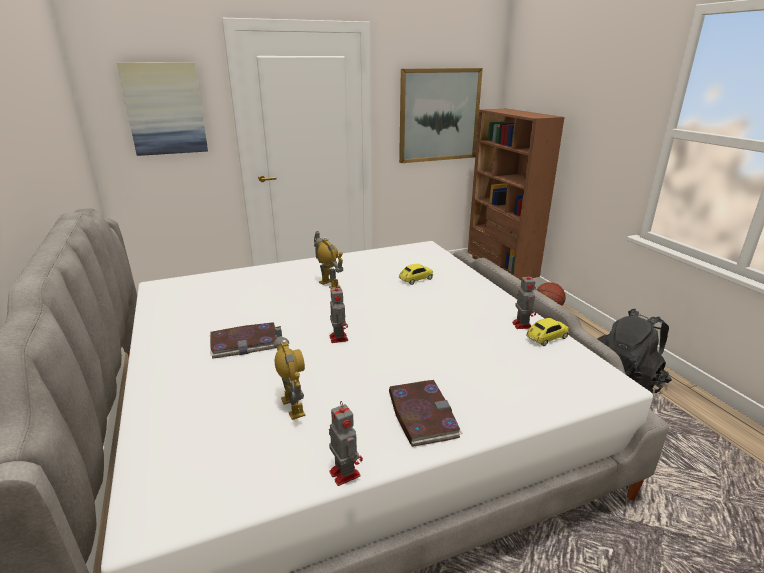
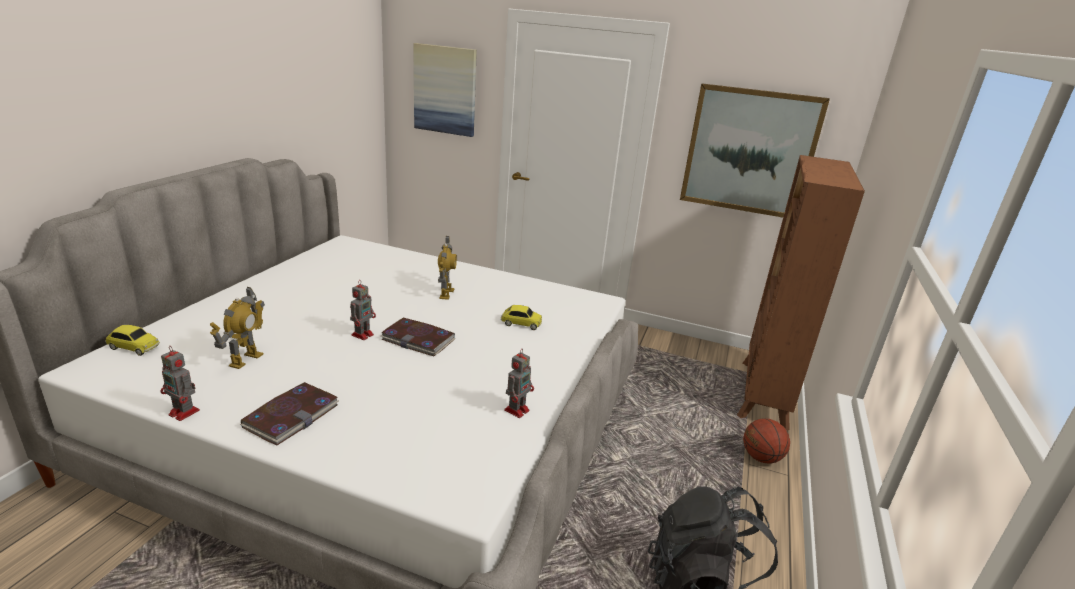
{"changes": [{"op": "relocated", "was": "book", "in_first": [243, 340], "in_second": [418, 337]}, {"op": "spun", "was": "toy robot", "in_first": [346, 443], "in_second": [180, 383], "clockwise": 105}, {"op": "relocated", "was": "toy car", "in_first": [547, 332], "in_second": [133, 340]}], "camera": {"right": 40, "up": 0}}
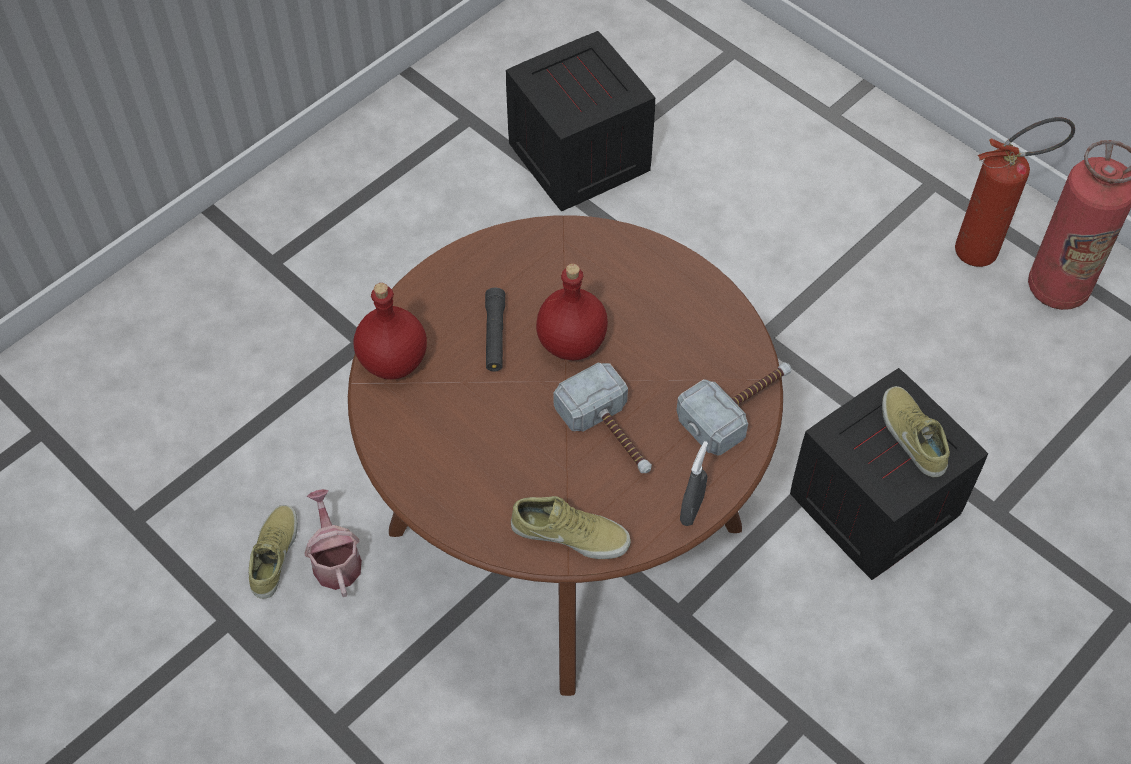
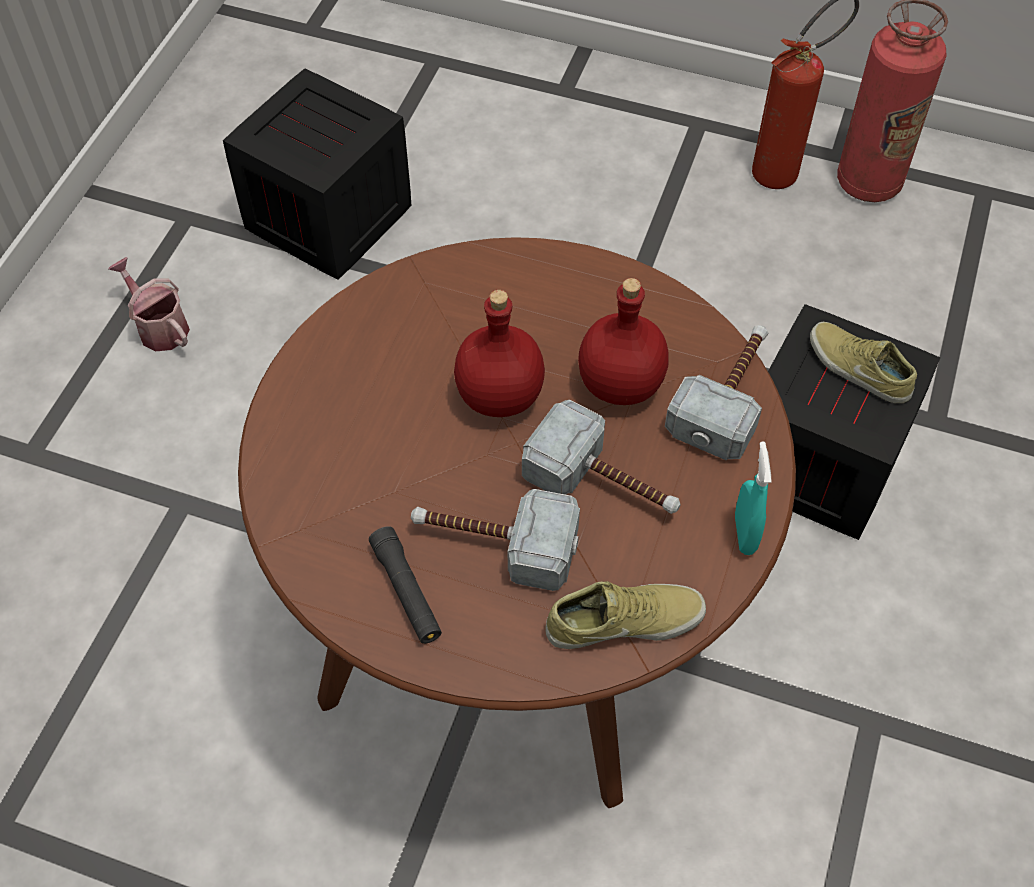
{"changes": [{"op": "missing", "was": "beige shoe", "in_first": [273, 552]}, {"op": "relocated", "was": "watering can", "in_first": [333, 543], "in_second": [149, 304]}, {"op": "relocated", "was": "red bottle", "in_first": [390, 331], "in_second": [623, 341]}, {"op": "relocated", "was": "black flashlight", "in_first": [495, 329], "in_second": [405, 585]}, {"op": "colour", "was": "grey spray bottle", "now": "turquoise spray bottle", "in_first": [694, 483], "in_second": [753, 498]}, {"op": "appeared", "now": "hammer", "in_second": [495, 540]}], "camera": {"right": -25, "up": 0}}
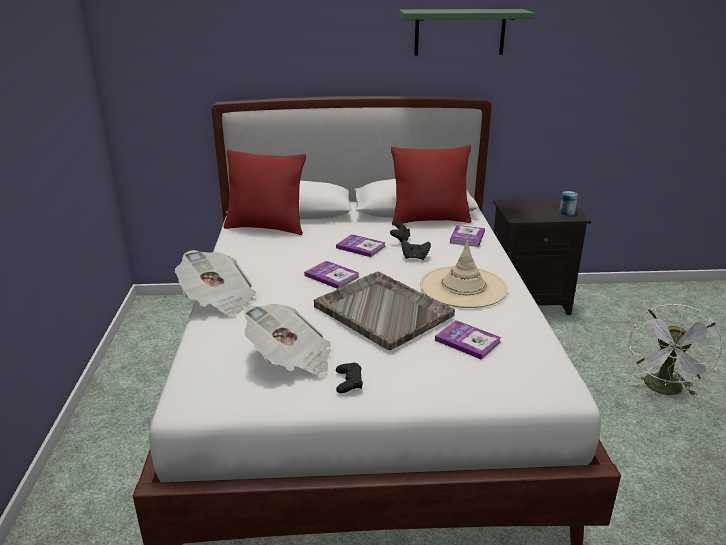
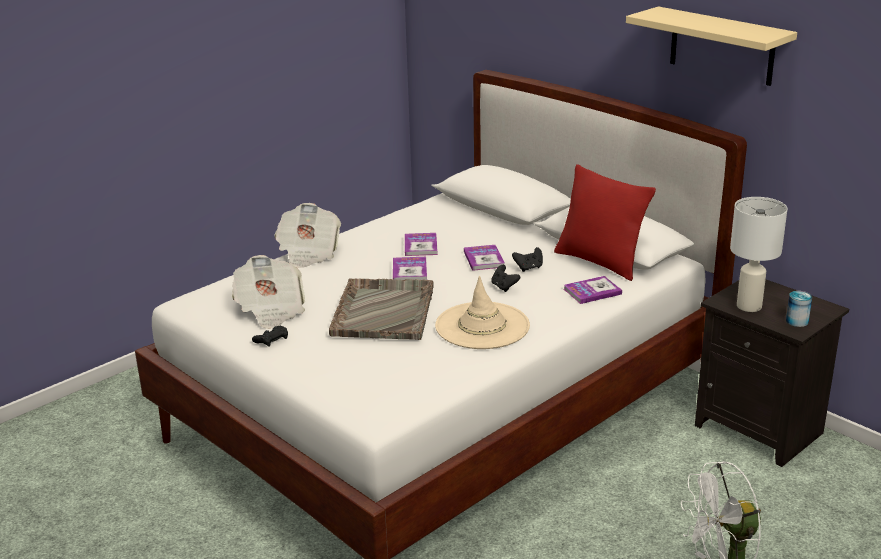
{"changes": [{"op": "missing", "was": "red pillow", "in_first": [265, 192]}, {"op": "colour", "was": "green shelf", "now": "beige shelf", "in_first": [467, 32], "in_second": [711, 46]}, {"op": "relocated", "was": "book", "in_first": [468, 340], "in_second": [421, 244]}, {"op": "appeared", "now": "white table lamp", "in_second": [759, 254]}], "camera": {"right": 50, "up": 0}}
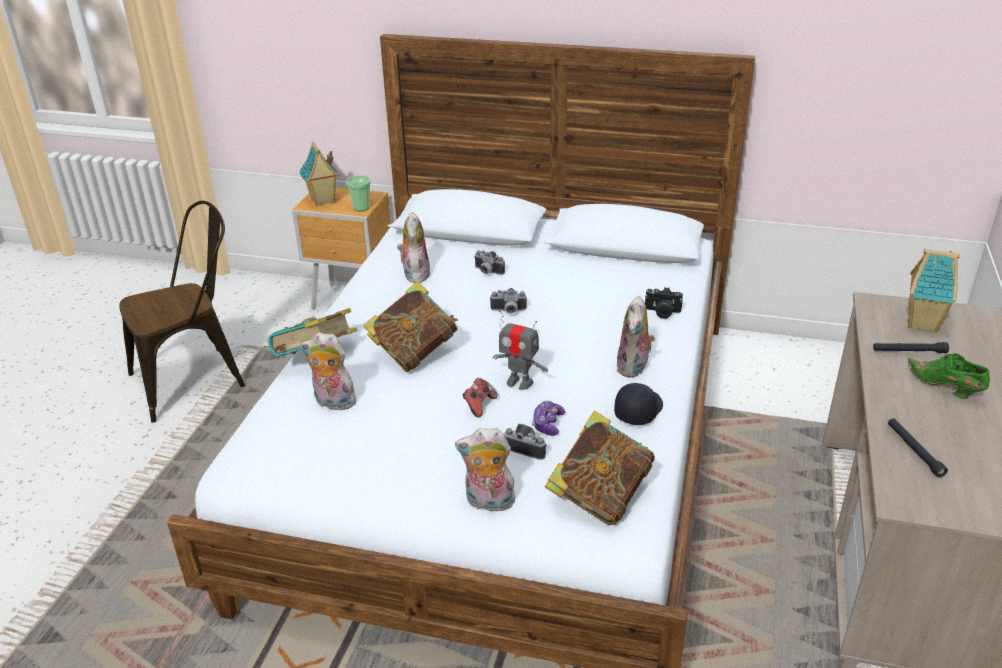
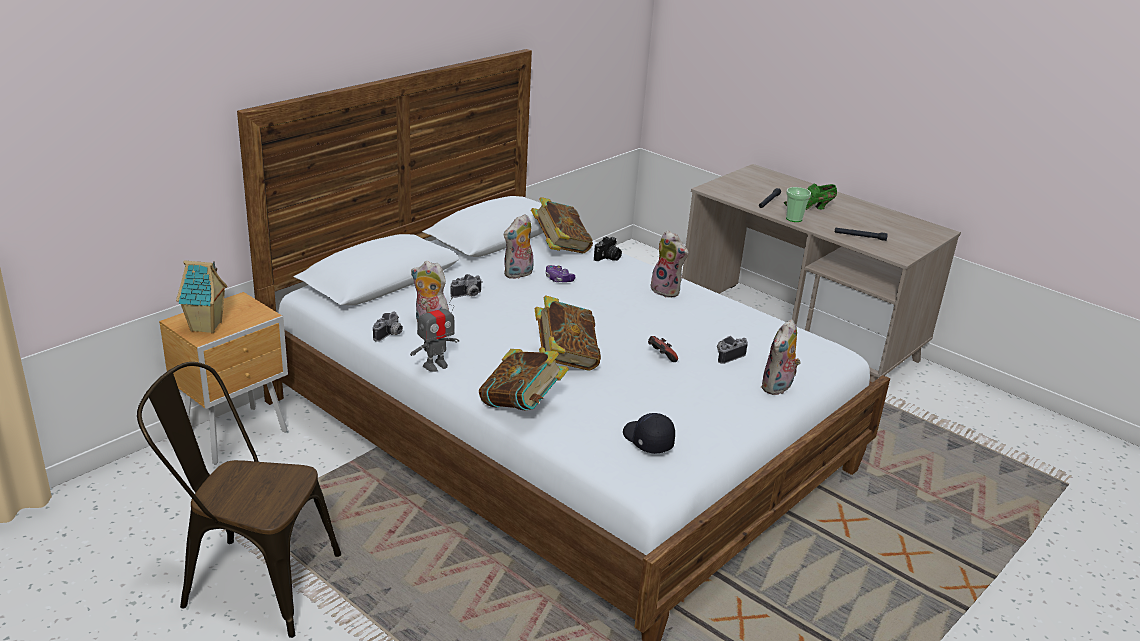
{"changes": [{"op": "spun", "was": "brown chair", "in_first": [182, 312], "in_second": [239, 500], "clockwise": -75}, {"op": "relocated", "was": "plush toy", "in_first": [328, 371], "in_second": [519, 246]}, {"op": "relocated", "was": "cup", "in_first": [358, 193], "in_second": [798, 204]}, {"op": "relocated", "was": "photo camera", "in_first": [508, 300], "in_second": [388, 327]}, {"op": "relocated", "was": "toy robot", "in_first": [520, 350], "in_second": [434, 334]}, {"op": "relocated", "was": "game controller", "in_first": [548, 418], "in_second": [561, 273]}, {"op": "relocated", "was": "book", "in_first": [600, 467], "in_second": [562, 225]}, {"op": "relocated", "was": "black cap", "in_first": [638, 404], "in_second": [649, 433]}, {"op": "missing", "was": "toy house", "in_first": [933, 290]}], "camera": {"right": -65, "up": -5}}
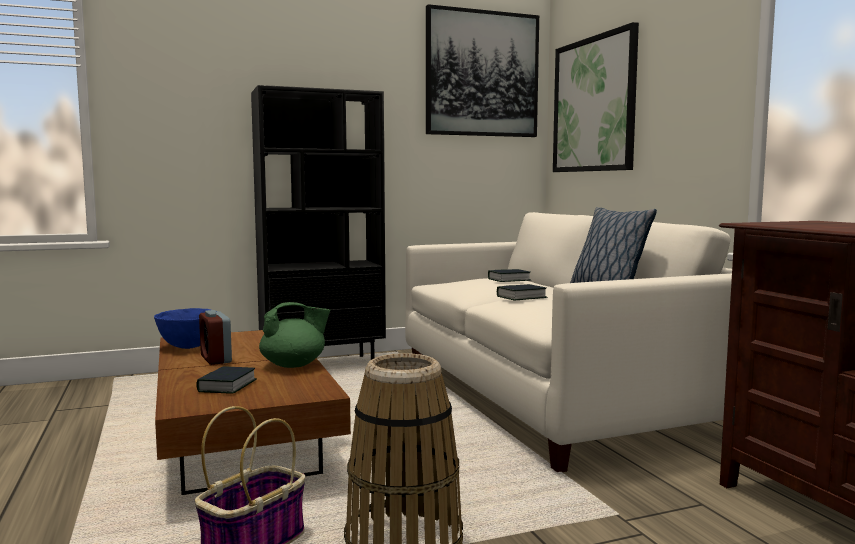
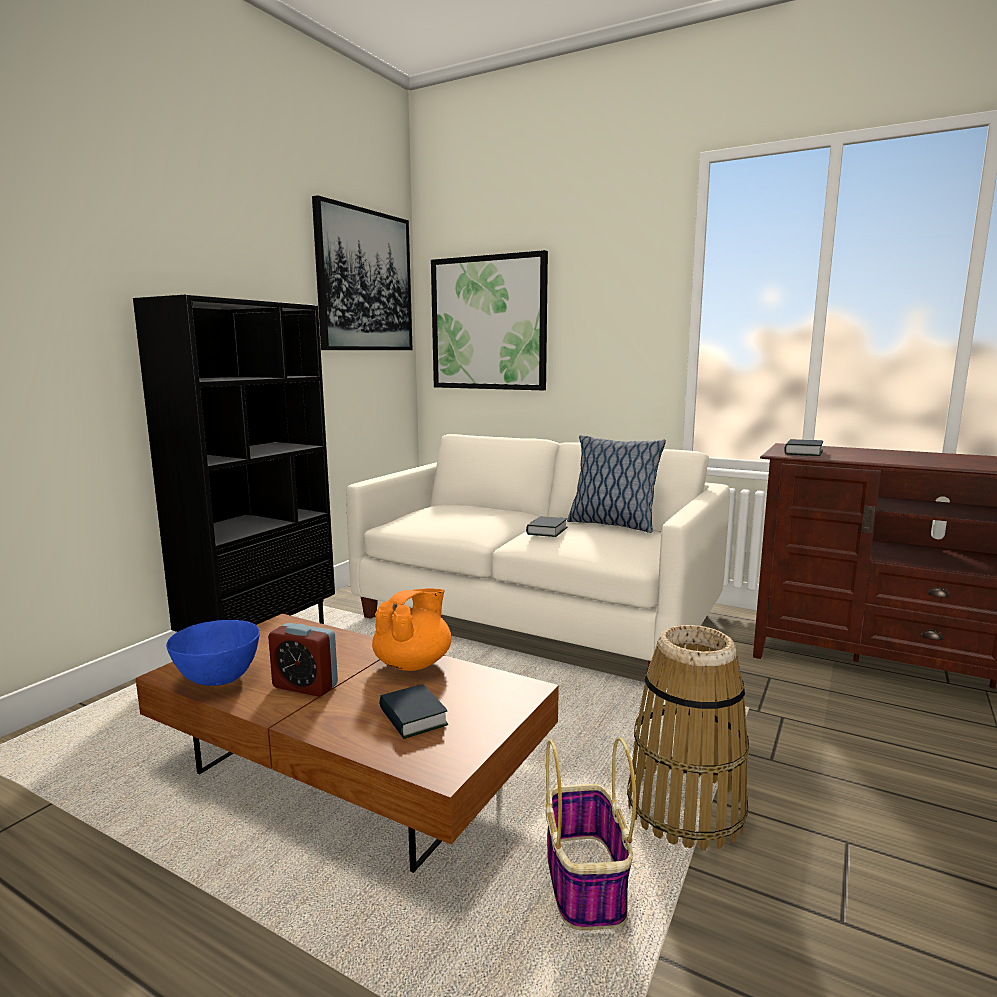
{"changes": [{"op": "colour", "was": "green teapot", "now": "orange teapot", "in_first": [294, 335], "in_second": [412, 629]}, {"op": "relocated", "was": "book", "in_first": [509, 275], "in_second": [803, 447]}], "camera": {"right": -40, "up": 5}}
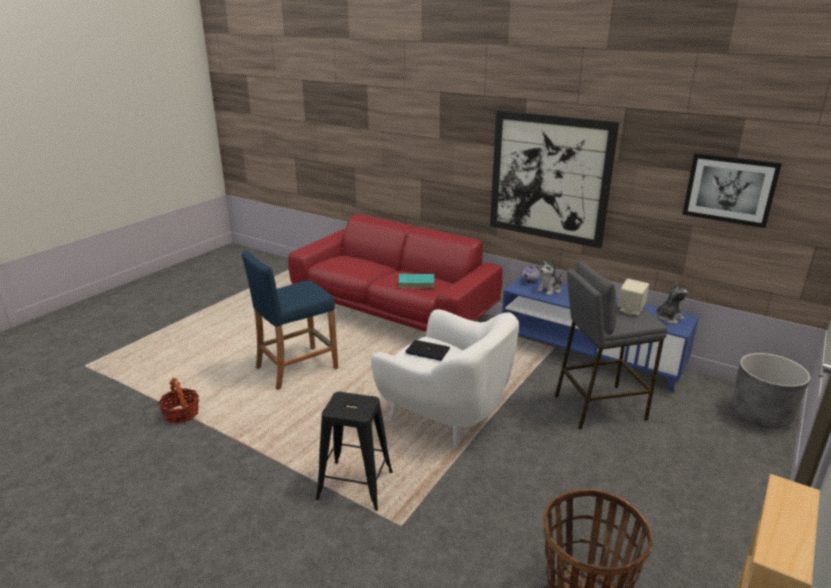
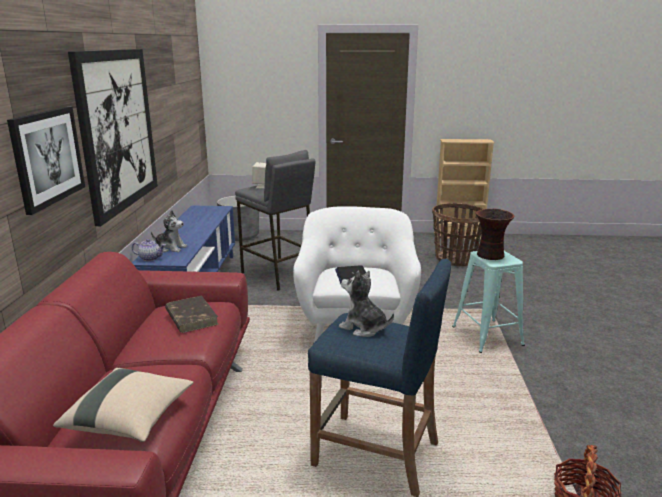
{"changes": [{"op": "colour", "was": "black stool", "now": "turquoise stool", "in_first": [354, 451], "in_second": [488, 302]}, {"op": "colour", "was": "turquoise book", "now": "brown book", "in_first": [416, 281], "in_second": [192, 314]}, {"op": "relocated", "was": "plush toy", "in_first": [671, 303], "in_second": [366, 303]}, {"op": "relocated", "was": "picture", "in_first": [732, 190], "in_second": [46, 160]}, {"op": "appeared", "now": "beige pillow", "in_second": [123, 405]}, {"op": "appeared", "now": "vase", "in_second": [495, 234]}], "camera": {"right": -120, "up": -5}}
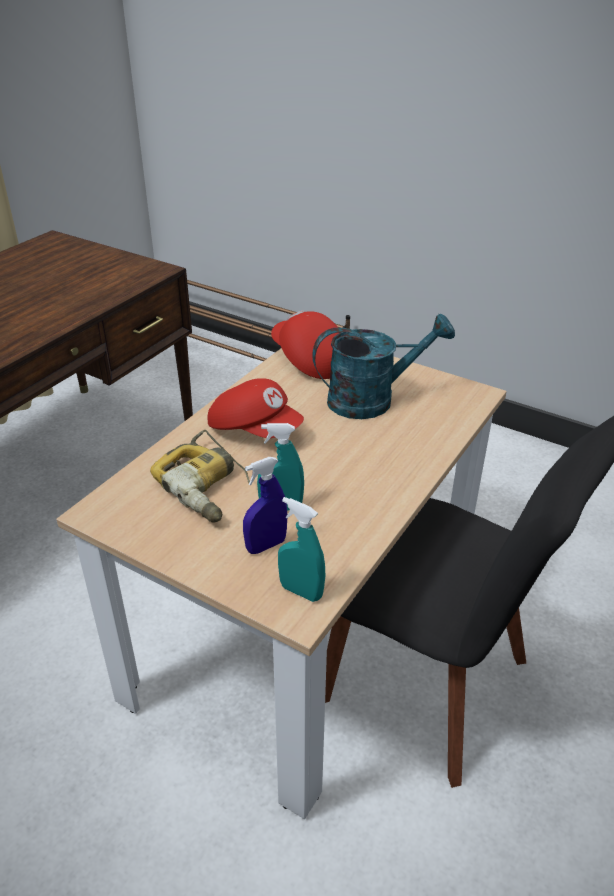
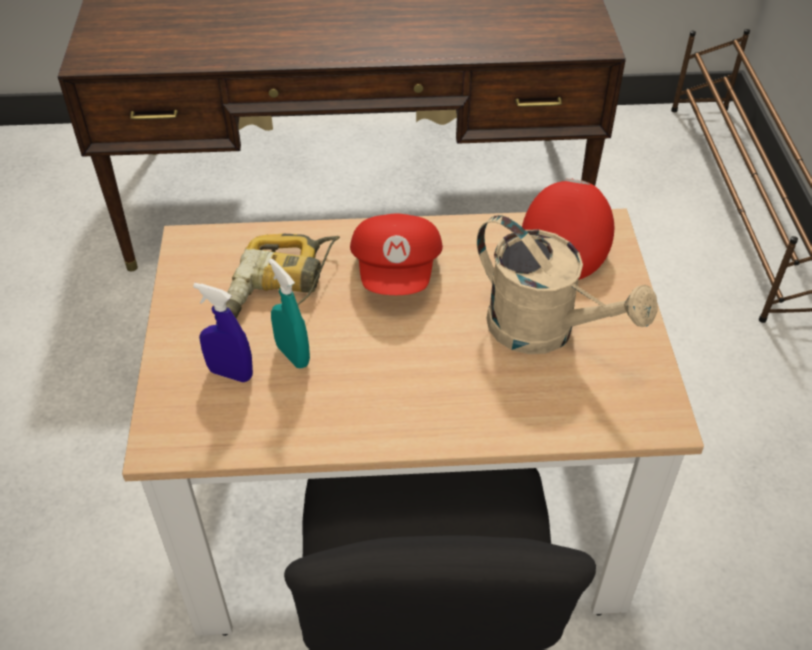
{"changes": [{"op": "missing", "was": "turquoise spray bottle", "in_first": [301, 549]}, {"op": "colour", "was": "turquoise watering can", "now": "beige watering can", "in_first": [383, 366], "in_second": [567, 284]}], "camera": {"right": 55, "up": 10}}
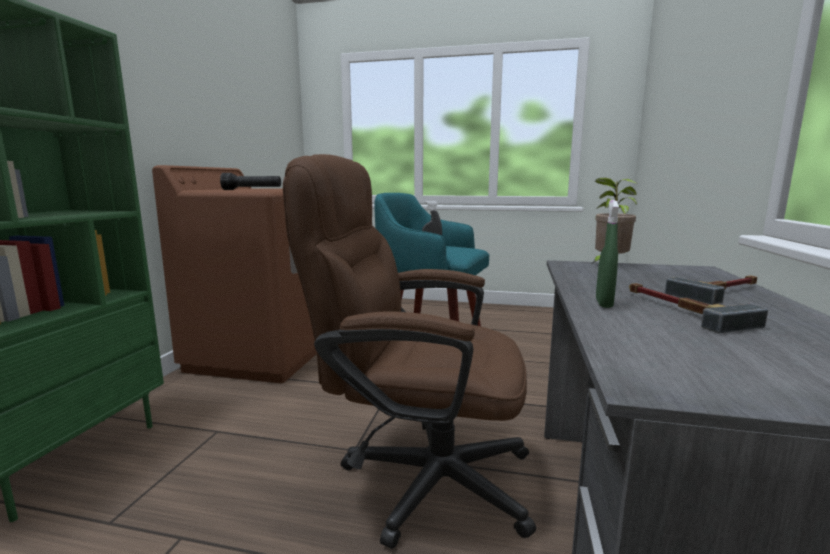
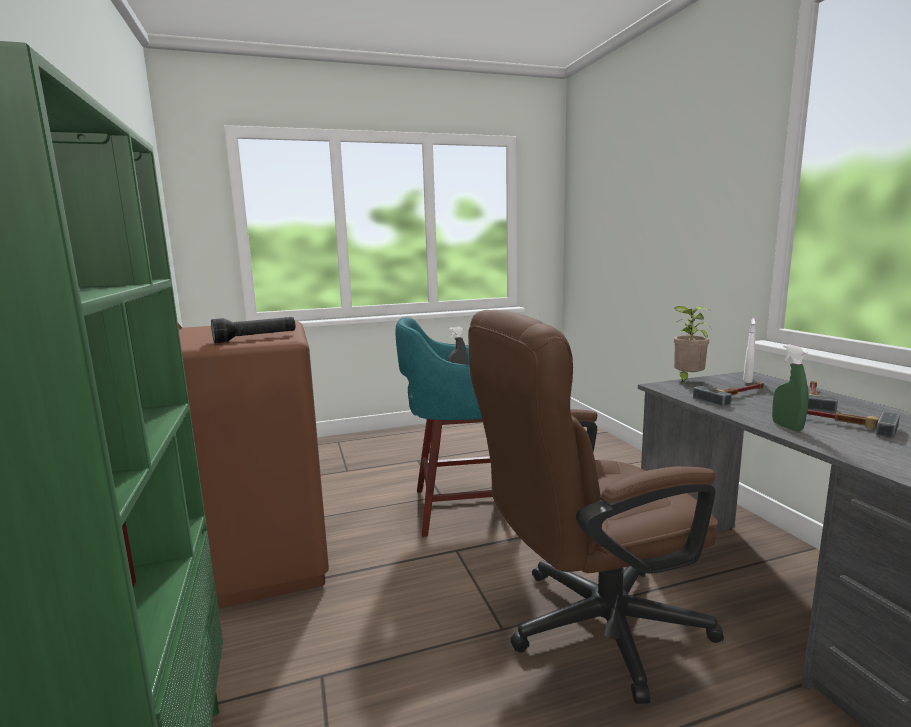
{"changes": [{"op": "appeared", "now": "hammer", "in_second": [728, 394]}, {"op": "appeared", "now": "white spray bottle", "in_second": [749, 350]}], "camera": {"right": -30, "up": 0}}
